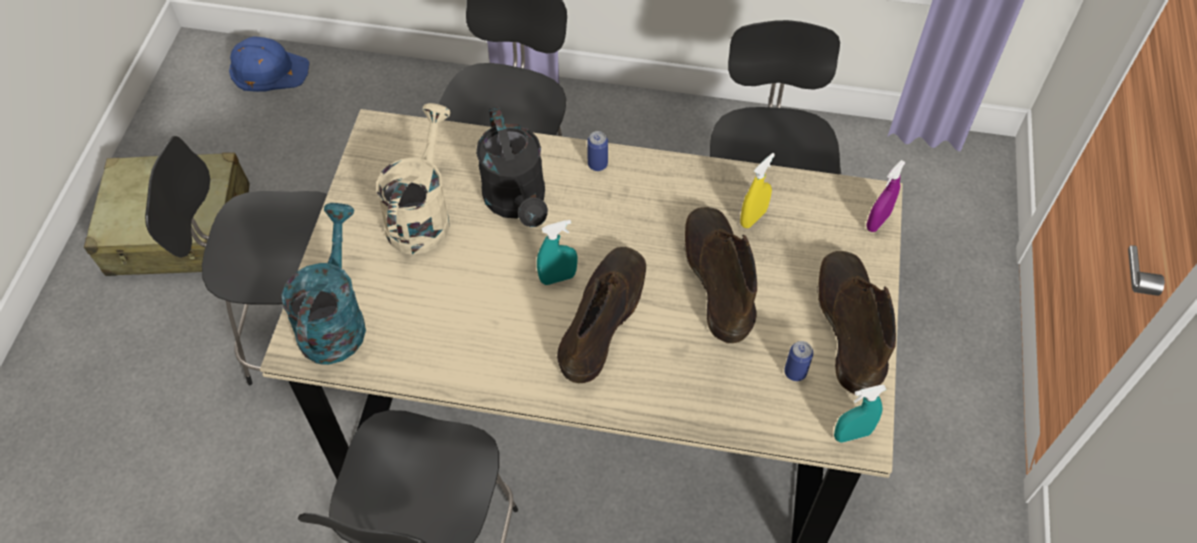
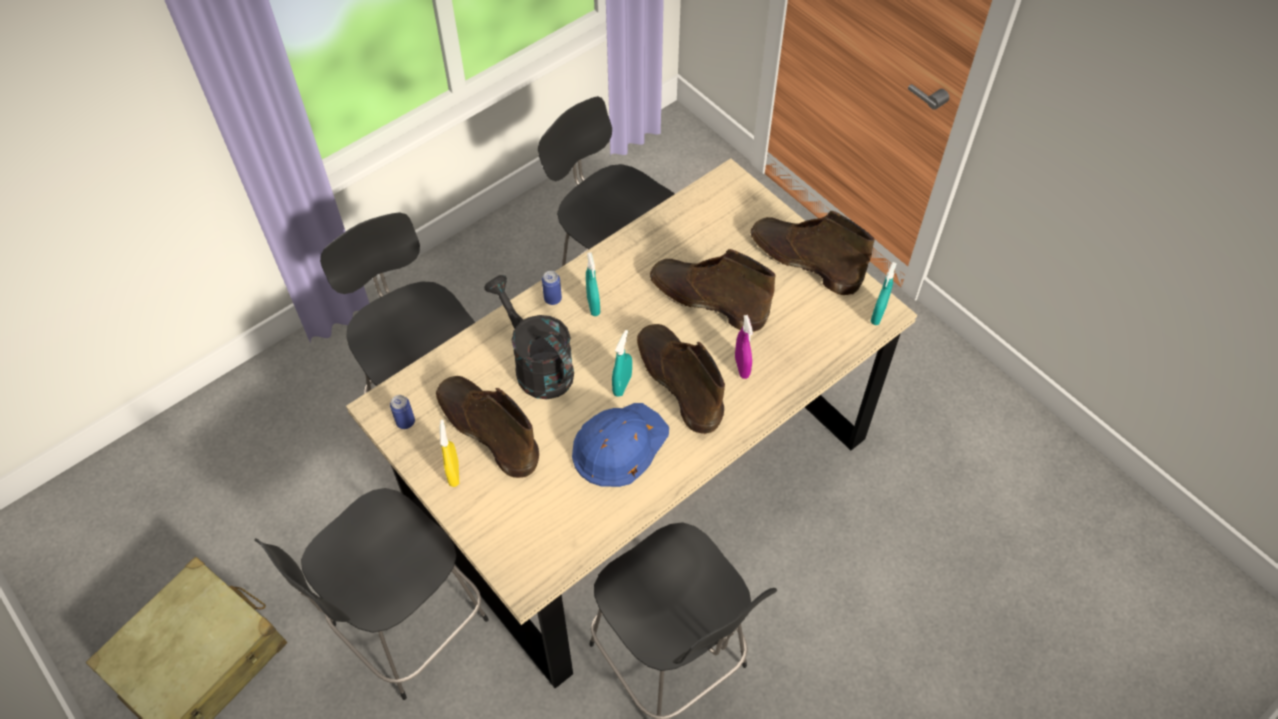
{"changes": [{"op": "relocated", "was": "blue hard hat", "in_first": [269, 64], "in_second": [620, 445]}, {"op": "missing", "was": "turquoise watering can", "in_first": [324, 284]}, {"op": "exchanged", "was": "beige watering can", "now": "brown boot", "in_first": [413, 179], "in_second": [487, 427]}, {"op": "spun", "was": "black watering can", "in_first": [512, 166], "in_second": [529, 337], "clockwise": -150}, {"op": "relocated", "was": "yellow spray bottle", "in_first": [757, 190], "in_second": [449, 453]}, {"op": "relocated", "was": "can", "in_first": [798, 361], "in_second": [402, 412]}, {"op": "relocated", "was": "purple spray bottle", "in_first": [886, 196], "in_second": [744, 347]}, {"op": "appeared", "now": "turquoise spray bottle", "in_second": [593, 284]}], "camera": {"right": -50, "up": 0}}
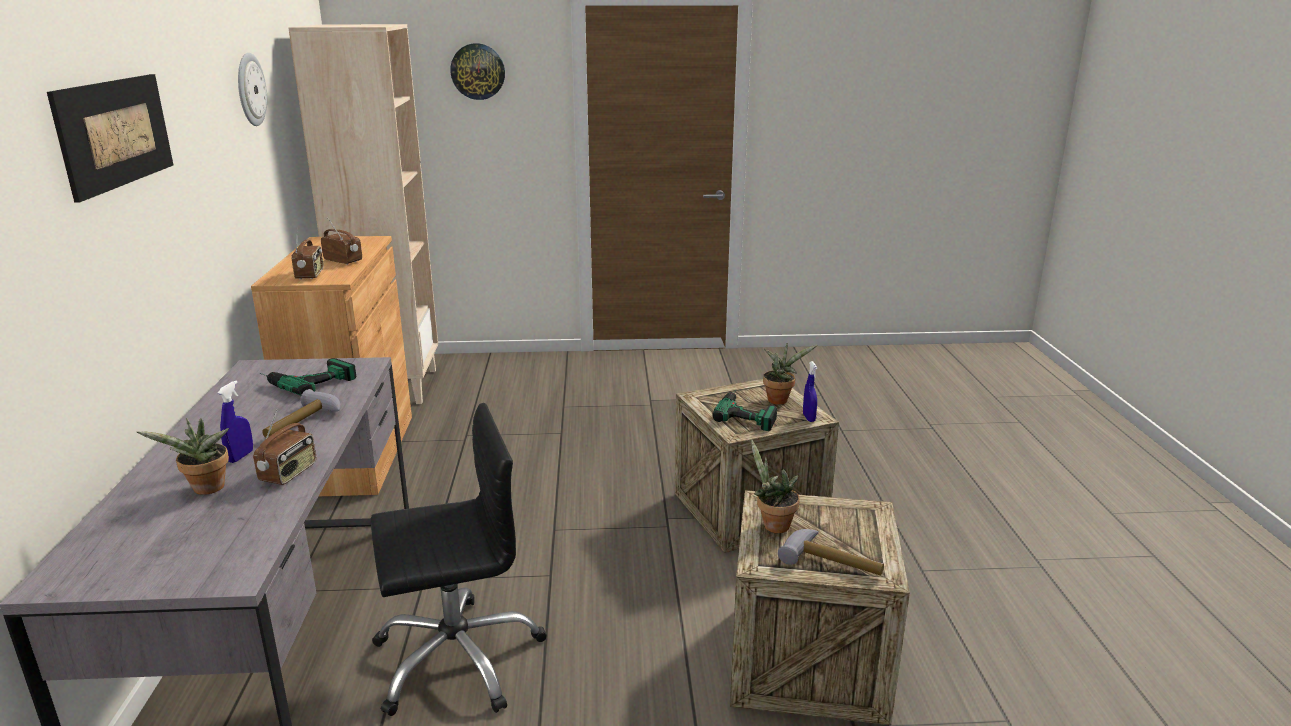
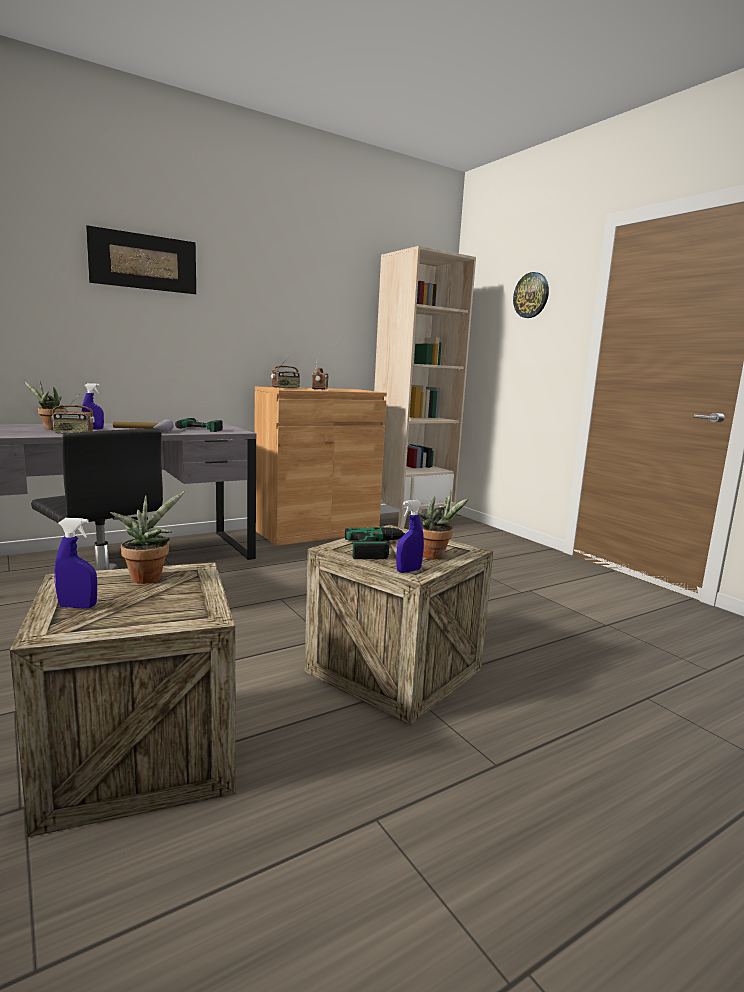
{"changes": [{"op": "missing", "was": "wall clock", "in_first": [252, 89]}, {"op": "exchanged", "was": "hammer", "now": "blue spray bottle", "in_first": [831, 552], "in_second": [76, 563]}], "camera": {"right": 60, "up": -10}}
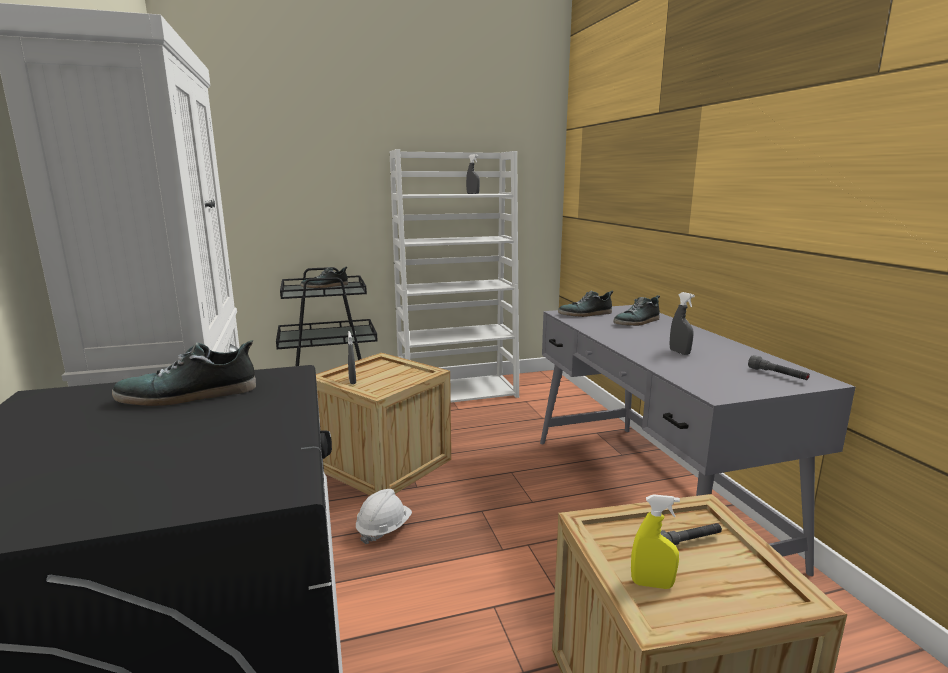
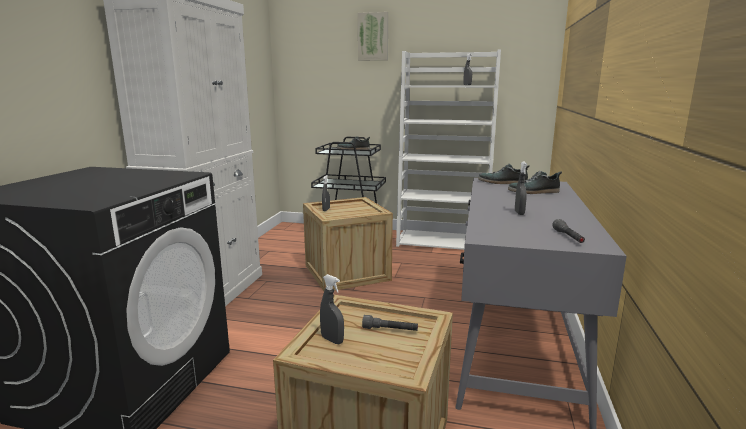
{"changes": [{"op": "missing", "was": "shoe", "in_first": [184, 373]}, {"op": "missing", "was": "white hard hat", "in_first": [384, 516]}, {"op": "colour", "was": "yellow spray bottle", "now": "grey spray bottle", "in_first": [655, 541], "in_second": [332, 309]}, {"op": "appeared", "now": "picture", "in_second": [373, 36]}], "camera": {"right": 30, "up": 0}}
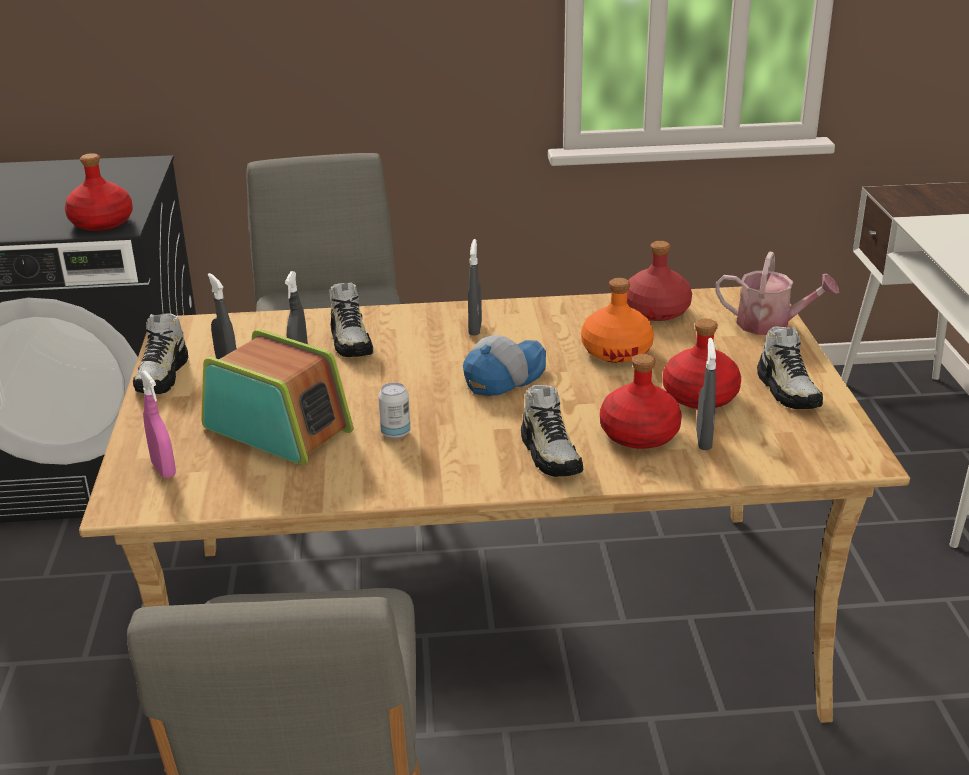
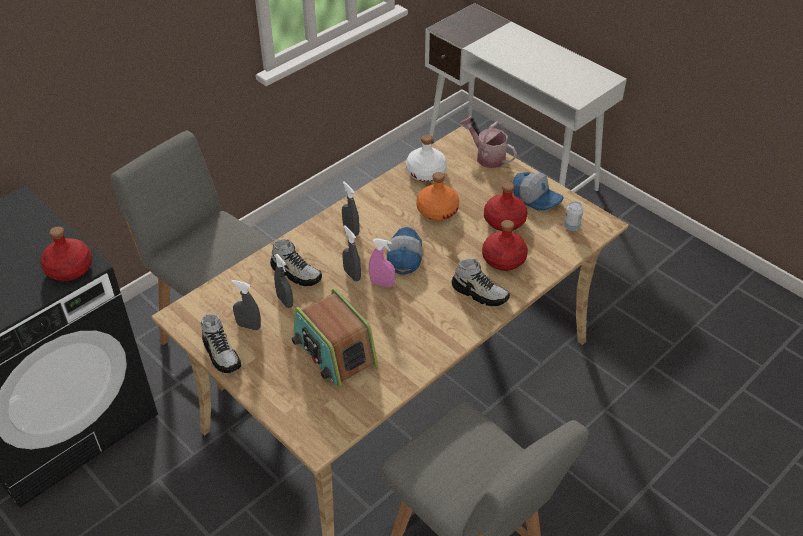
{"changes": [{"op": "relocated", "was": "pink spray bottle", "in_first": [158, 424], "in_second": [382, 262]}, {"op": "spun", "was": "radio", "in_first": [277, 397], "in_second": [335, 338], "clockwise": -120}, {"op": "relocated", "was": "can", "in_first": [394, 410], "in_second": [573, 216]}, {"op": "colour", "was": "red bottle", "now": "white bottle", "in_first": [659, 281], "in_second": [426, 158]}, {"op": "relocated", "was": "grey spray bottle", "in_first": [706, 394], "in_second": [351, 253]}, {"op": "spun", "was": "watering can", "in_first": [777, 293], "in_second": [488, 142], "clockwise": -120}, {"op": "exchanged", "was": "shoe", "now": "cap", "in_first": [790, 367], "in_second": [538, 191]}], "camera": {"right": -40, "up": 15}}
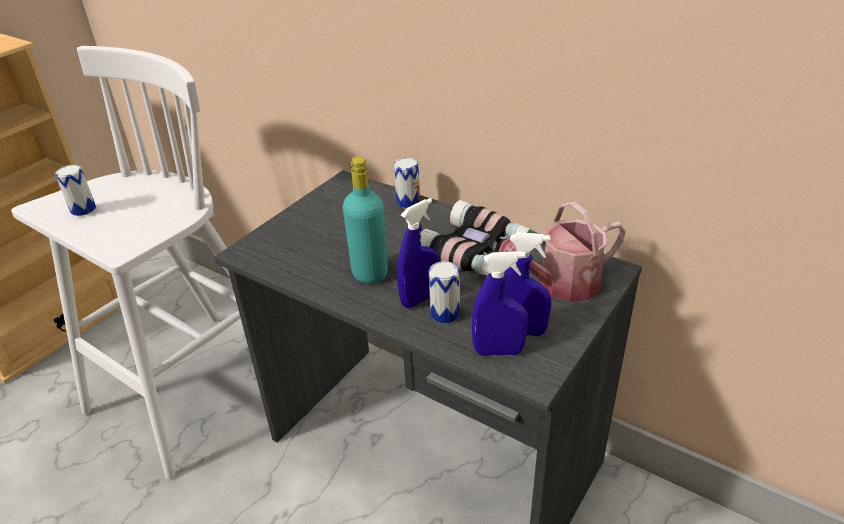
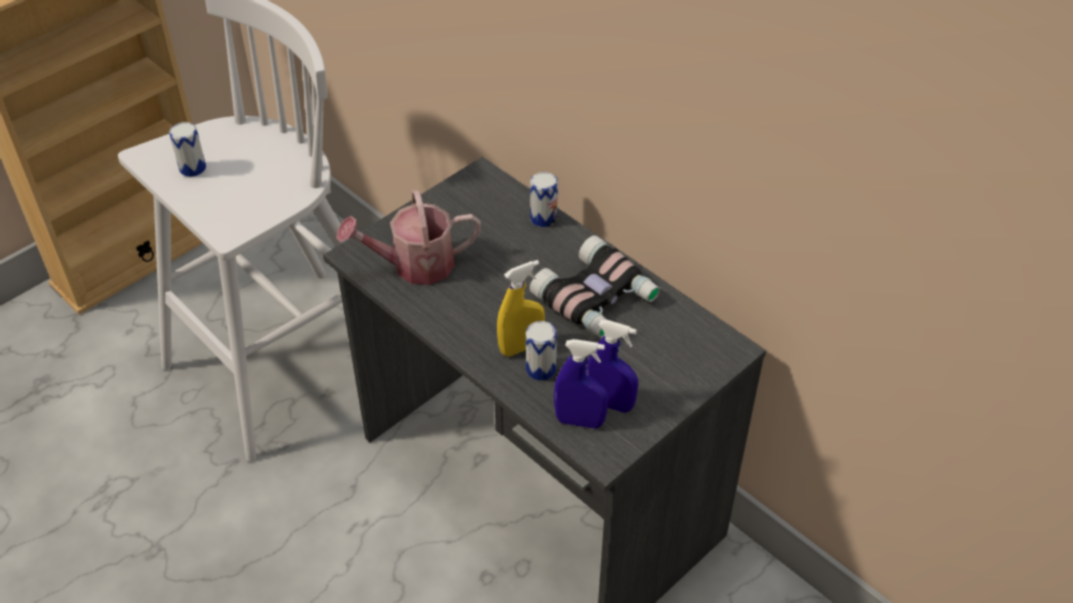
{"changes": [{"op": "missing", "was": "turquoise bottle", "in_first": [365, 220]}, {"op": "colour", "was": "blue spray bottle", "now": "yellow spray bottle", "in_first": [418, 253], "in_second": [521, 308]}, {"op": "relocated", "was": "watering can", "in_first": [562, 251], "in_second": [408, 237]}], "camera": {"right": 10, "up": 10}}
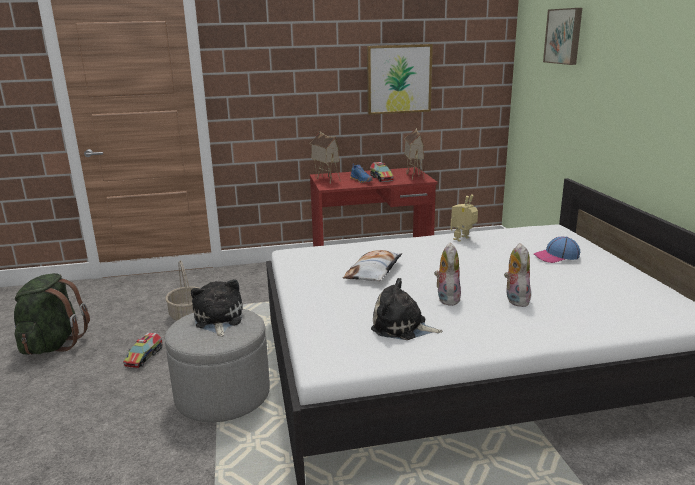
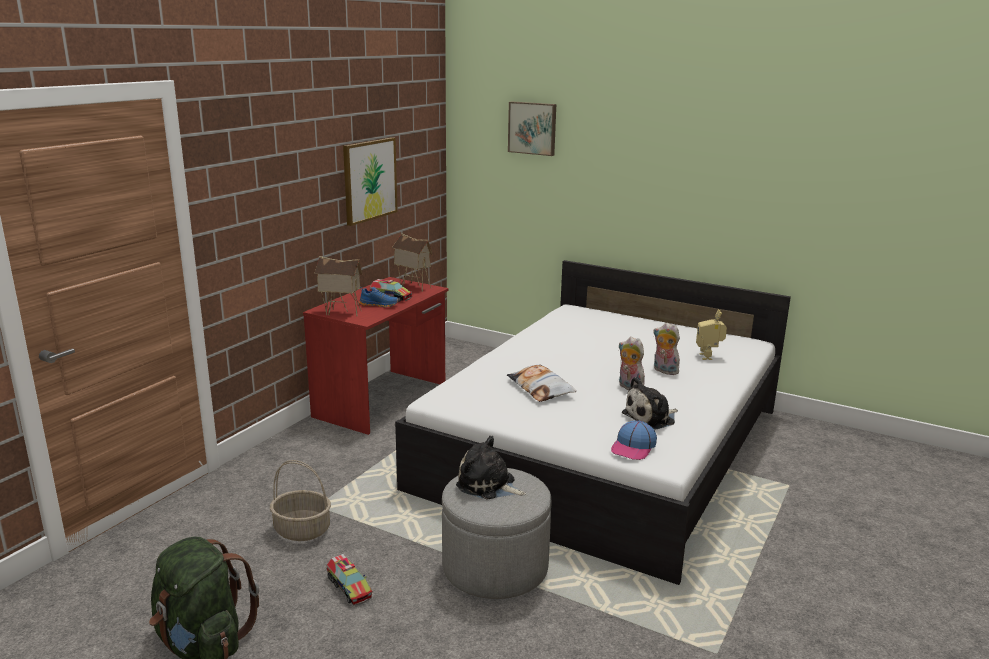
{"changes": [{"op": "relocated", "was": "toy robot", "in_first": [464, 218], "in_second": [711, 335]}, {"op": "relocated", "was": "cap", "in_first": [557, 250], "in_second": [634, 440]}], "camera": {"right": -50, "up": 0}}
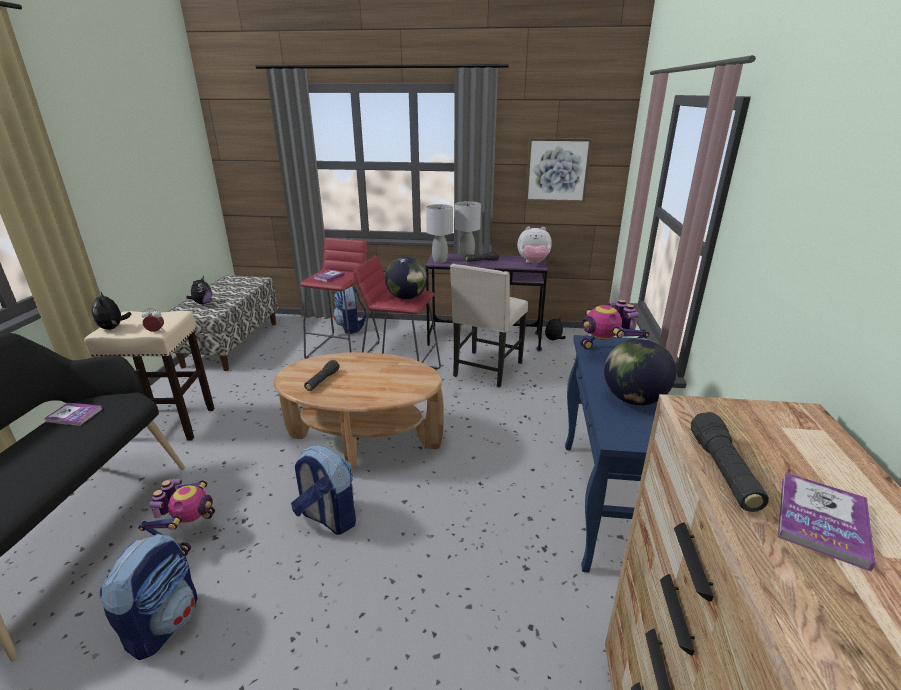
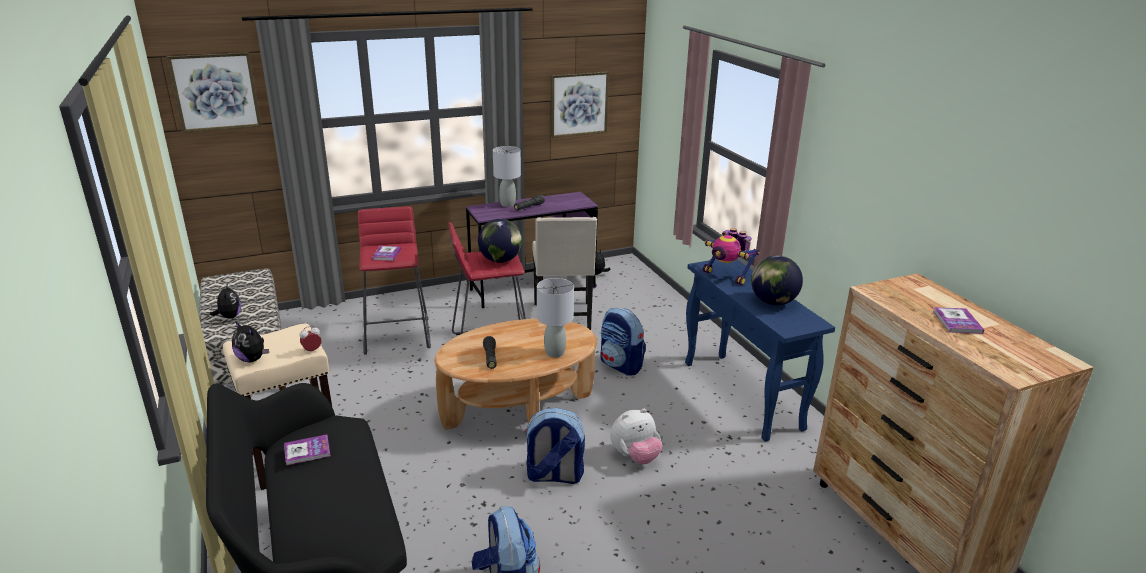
{"changes": [{"op": "missing", "was": "toy robot", "in_first": [176, 517]}, {"op": "relocated", "was": "backpack", "in_first": [350, 310], "in_second": [623, 342]}, {"op": "relocated", "was": "grey table lamp", "in_first": [439, 233], "in_second": [555, 318]}, {"op": "relocated", "was": "plush toy", "in_first": [534, 245], "in_second": [636, 436]}, {"op": "missing", "was": "black flashlight", "in_first": [730, 462]}, {"op": "appeared", "now": "picture", "in_second": [214, 92]}], "camera": {"right": -30, "up": 0}}
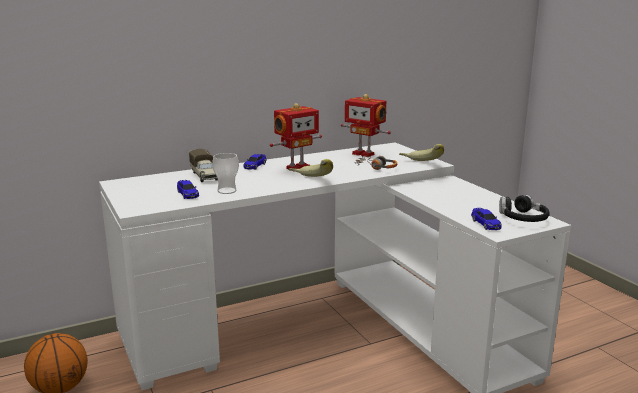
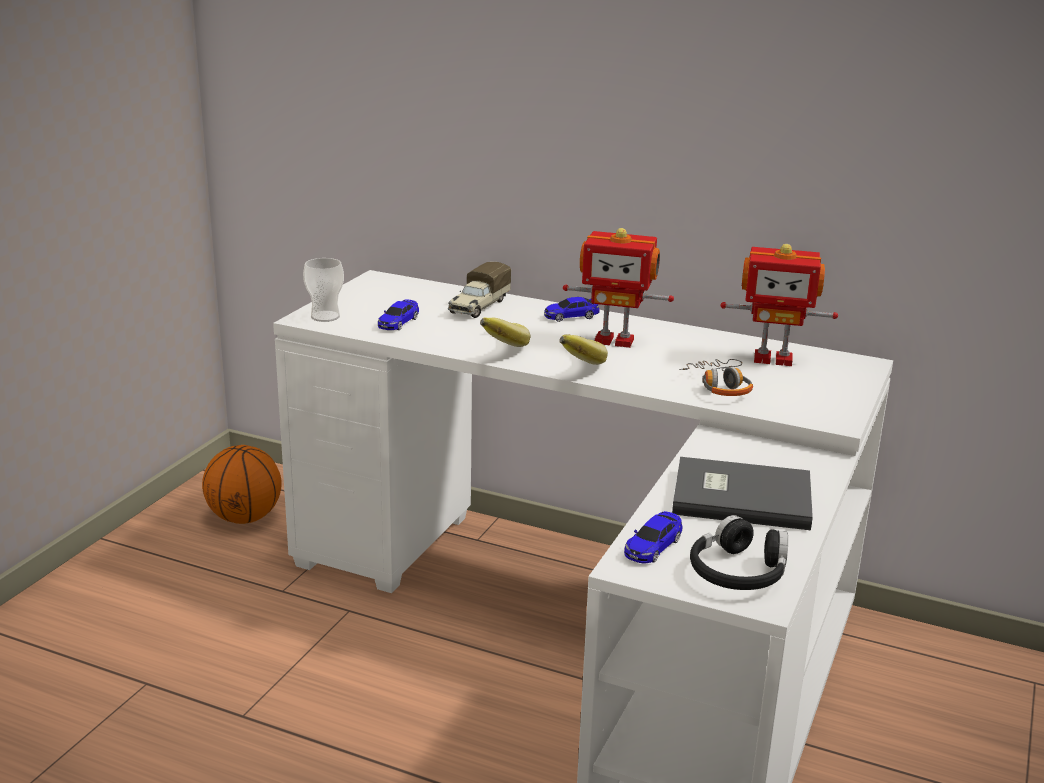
{"changes": [{"op": "relocated", "was": "cup", "in_first": [225, 173], "in_second": [323, 290]}, {"op": "spun", "was": "toy robot", "in_first": [366, 125], "in_second": [779, 305], "clockwise": -75}, {"op": "relocated", "was": "banana", "in_first": [421, 152], "in_second": [505, 332]}, {"op": "appeared", "now": "grey book", "in_second": [742, 493]}], "camera": {"right": 50, "up": 5}}
